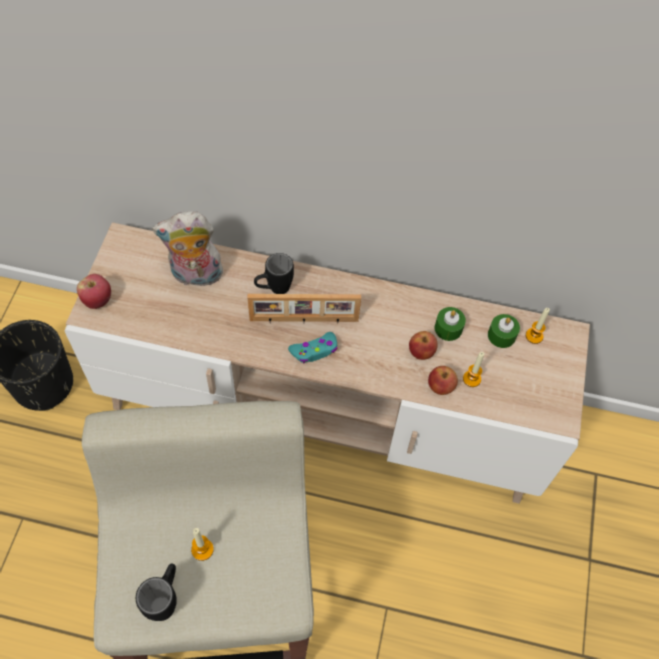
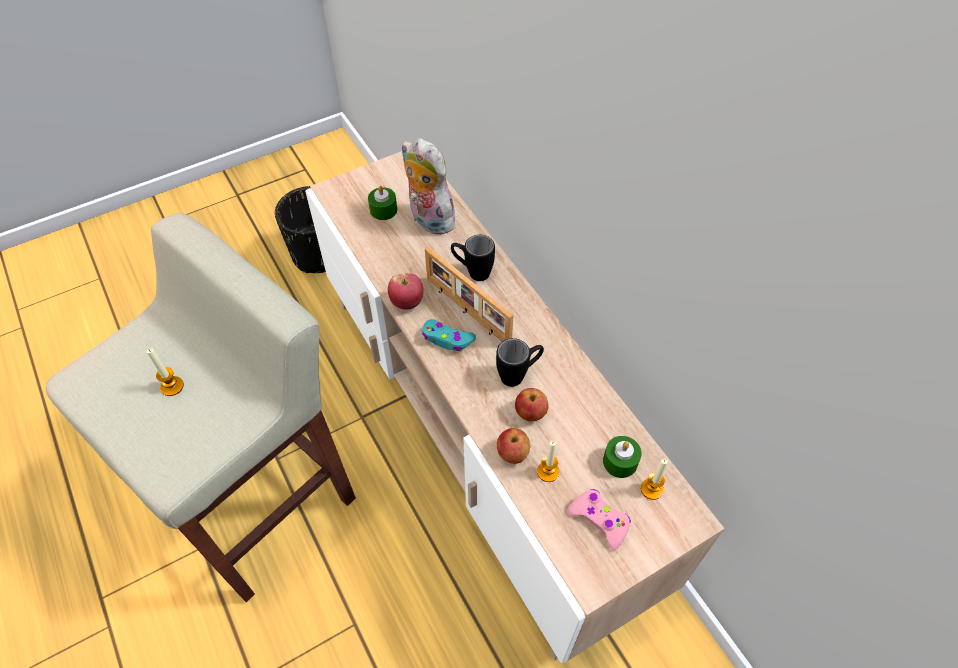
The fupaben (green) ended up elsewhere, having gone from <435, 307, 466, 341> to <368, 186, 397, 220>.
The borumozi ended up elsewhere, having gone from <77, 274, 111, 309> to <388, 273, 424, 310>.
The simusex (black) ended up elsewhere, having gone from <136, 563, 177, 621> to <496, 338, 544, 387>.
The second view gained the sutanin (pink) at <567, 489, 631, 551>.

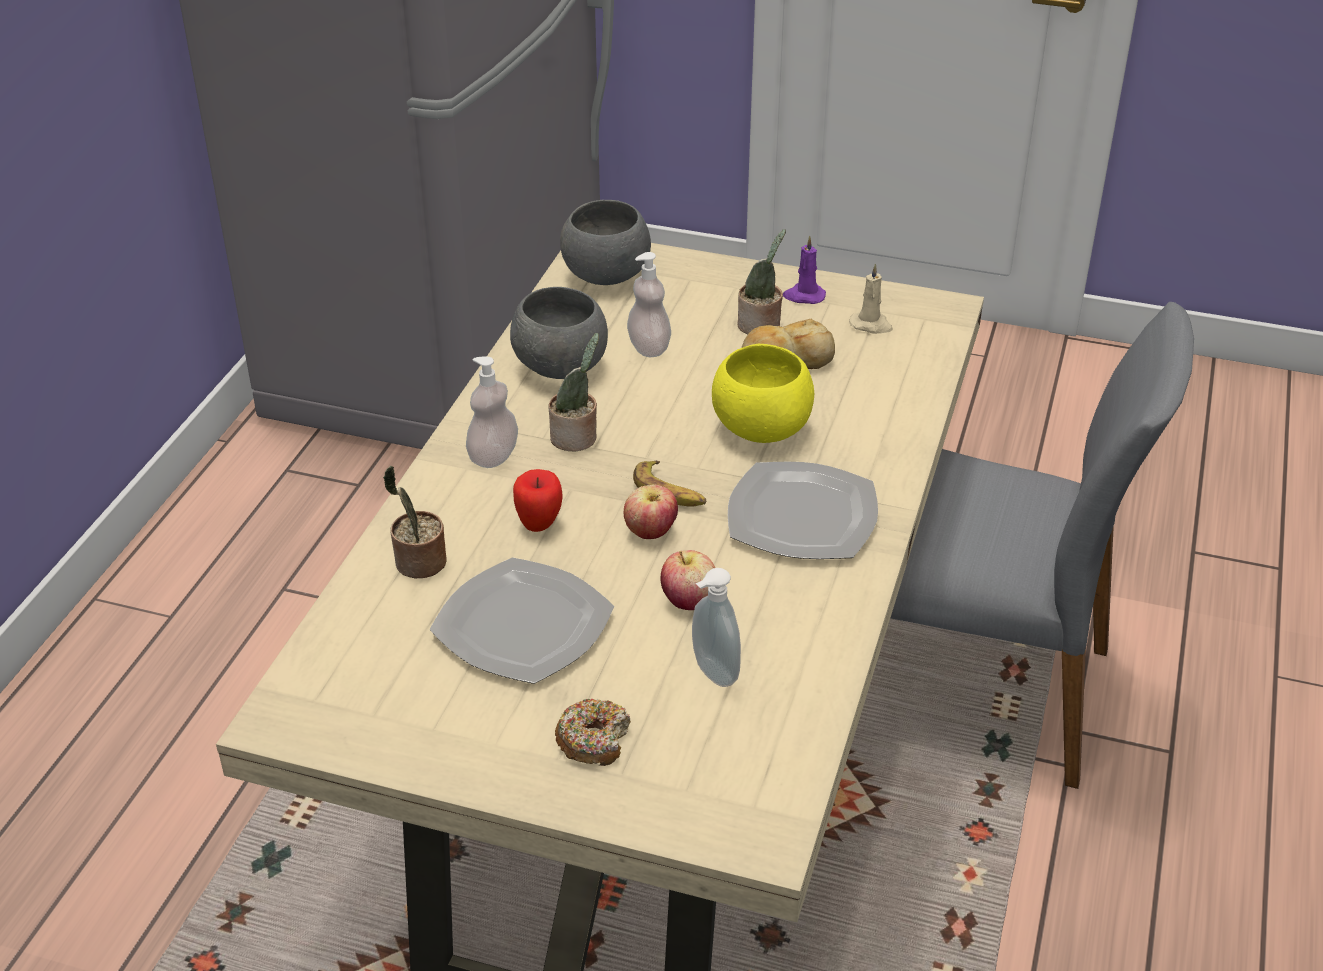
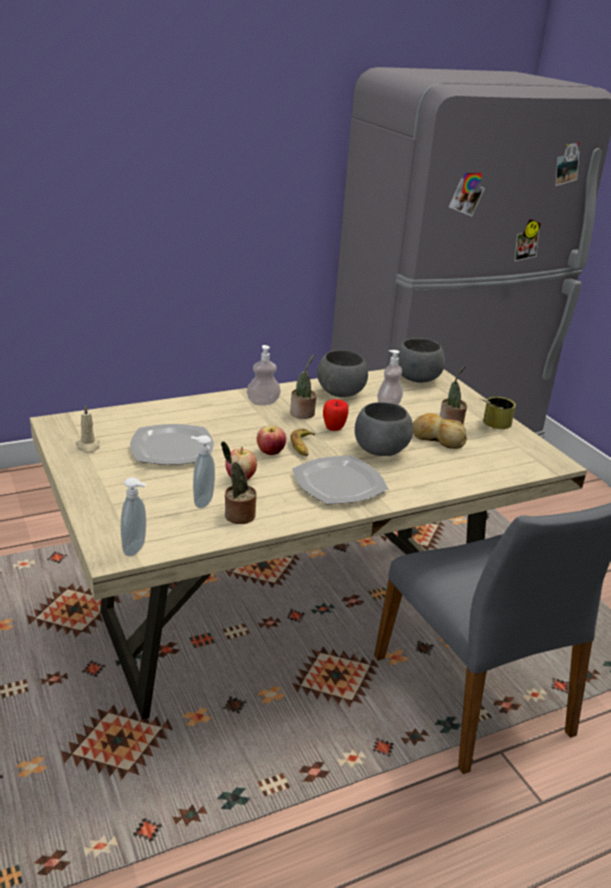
The fupaben (beige) ended up elsewhere, having gone from <849, 263, 893, 334> to <76, 405, 100, 454>.
The second view gained the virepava at <121, 477, 146, 556>.
The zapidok ended up elsewhere, having gone from <383, 466, 447, 578> to <221, 441, 257, 524>.
The borumozi ended up elsewhere, having gone from <513, 469, 563, 532> to <323, 399, 349, 431>.
What was the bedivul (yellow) at <712, 344, 814, 443> turned into the bedivul (grey) at <355, 402, 413, 456>.
Where the fupaben (purple) stood at <783, 236, 826, 304>, the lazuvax came to stand at <480, 397, 516, 429>.
The second view lost the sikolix at <555, 699, 631, 766>.

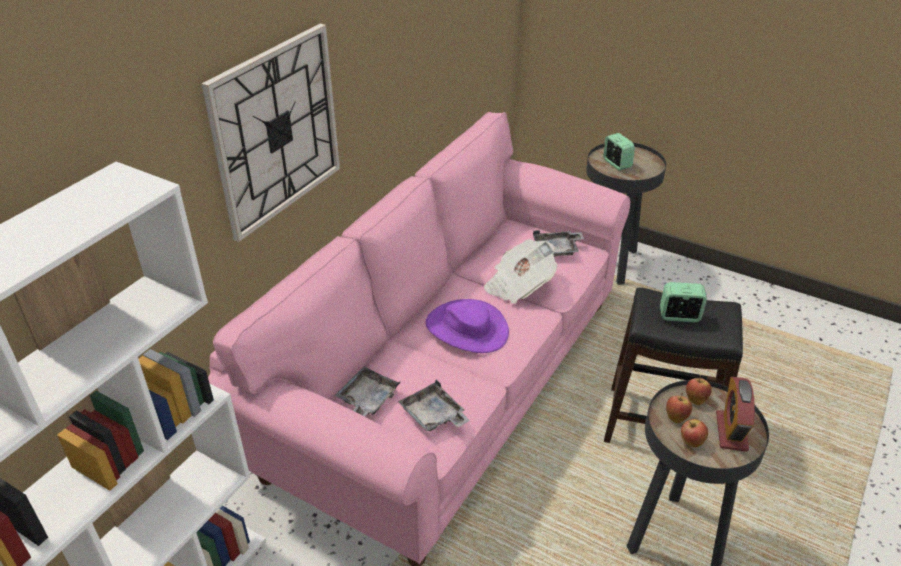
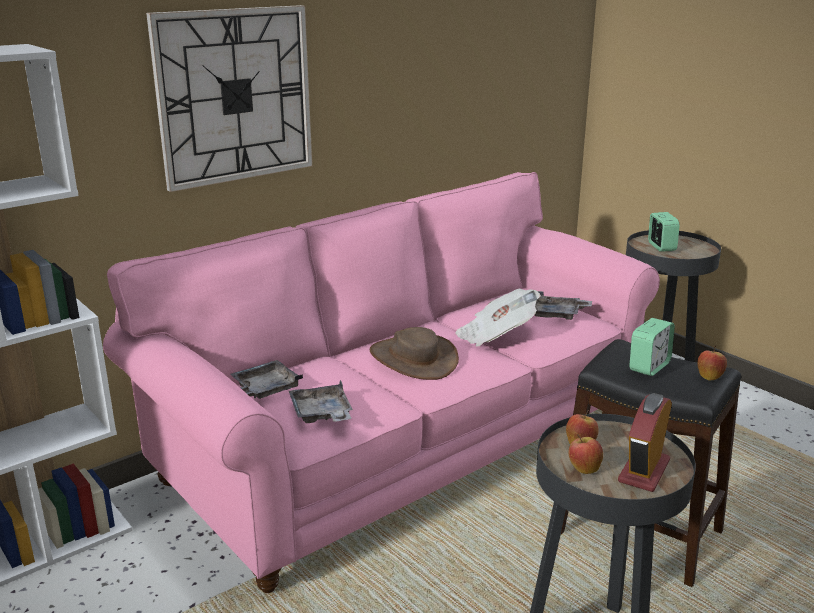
What was the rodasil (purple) at <426, 299, 509, 353> turned into the rodasil (brown) at <370, 327, 459, 380>.
The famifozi at <660, 282, 707, 322> ended up facing another way, 105 degrees clockwise from before.
The borumozi ended up elsewhere, having gone from <686, 375, 712, 405> to <698, 346, 727, 380>.

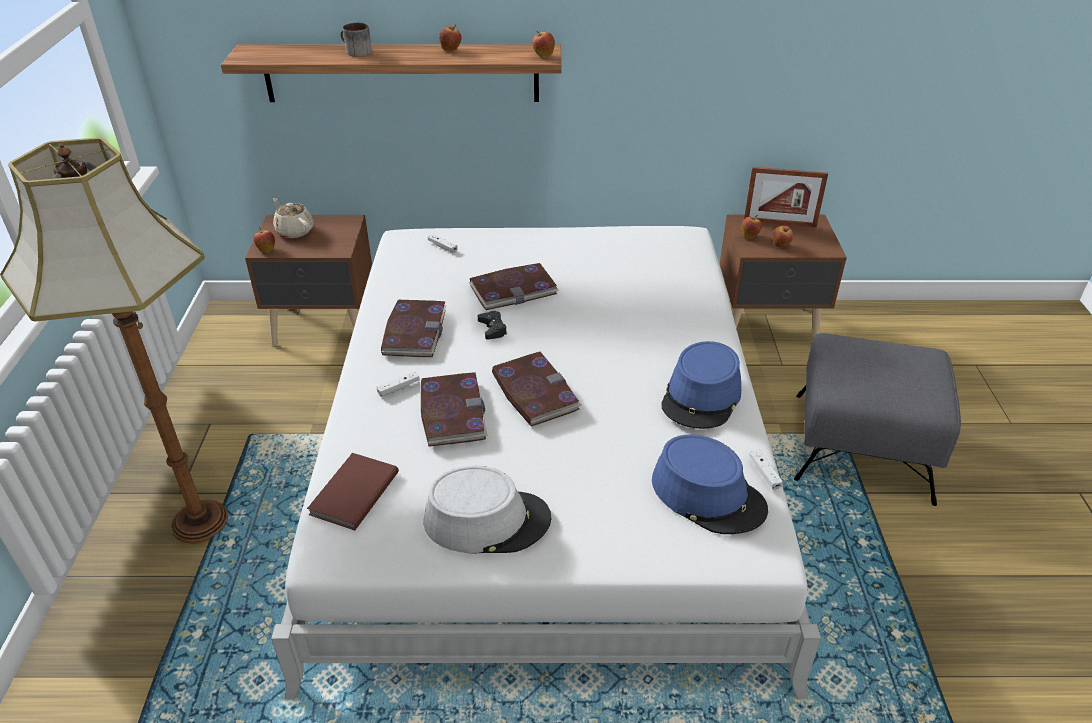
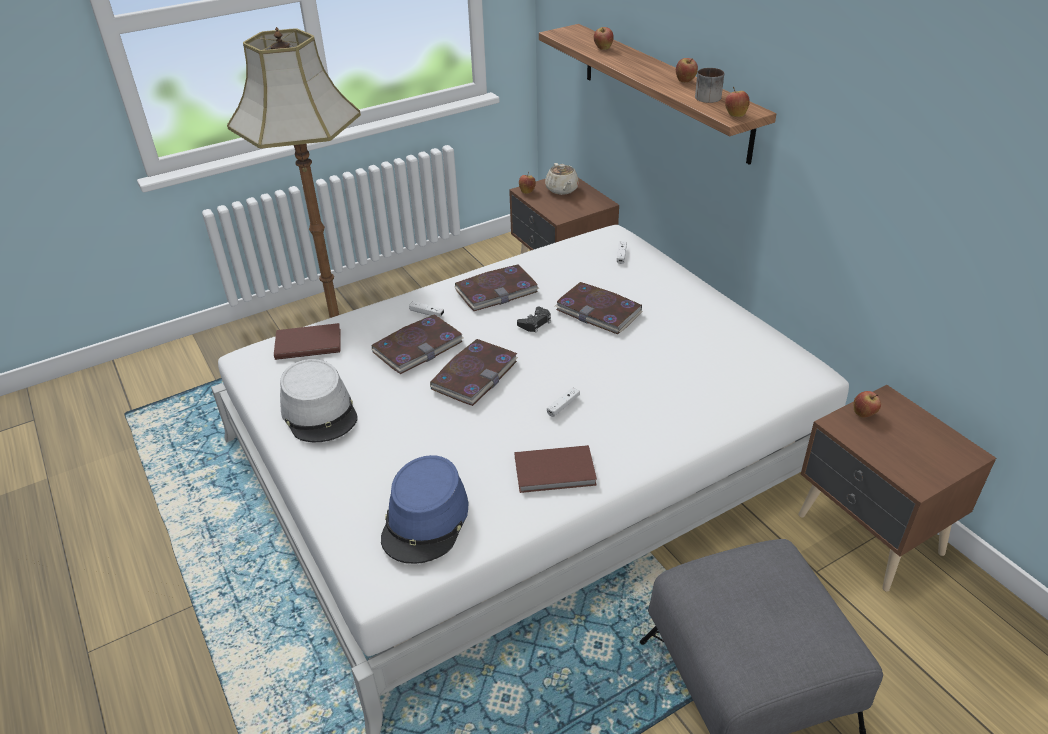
Where the rodasil (blue) stood at <661, 341, 741, 429>, the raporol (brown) came to stand at <515, 445, 597, 493>.
The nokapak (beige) at <273, 198, 314, 238> ended up facing another way, 150 degrees clockwise from before.
The sutanin (white) ended up elsewhere, having gone from <749, 450, 783, 490> to <547, 387, 580, 417>.
The borumozi ended up elsewhere, having gone from <772, 226, 794, 247> to <594, 27, 614, 50>.
The simusex ended up elsewhere, having gone from <340, 23, 372, 57> to <695, 68, 724, 103>.
The second view lost the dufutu at <744, 167, 828, 227>.

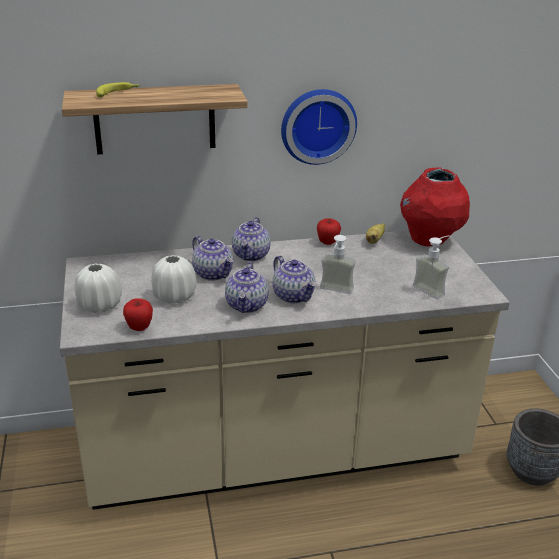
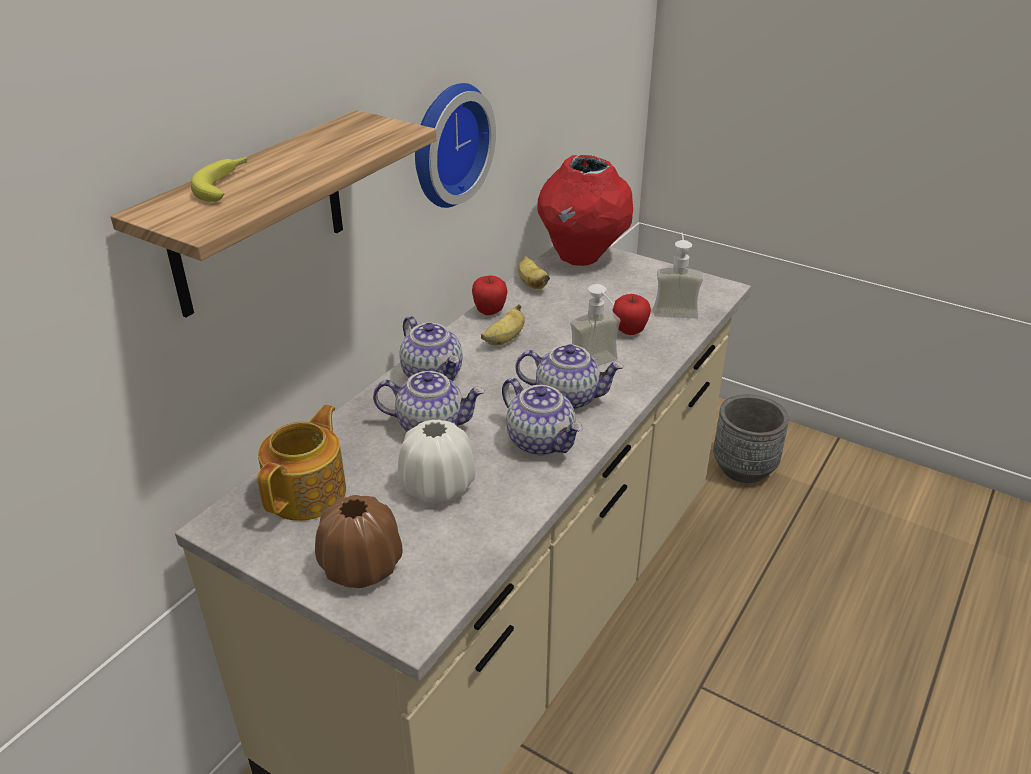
The second view gained the nokapak at <257, 405, 346, 521>.
What was the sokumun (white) at <75, 263, 122, 313> turned into the sokumun (brown) at <315, 495, 403, 588>.
The second view gained the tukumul at <481, 304, 525, 345>.
The borumozi ended up elsewhere, having gone from <123, 298, 153, 331> to <613, 294, 651, 335>.

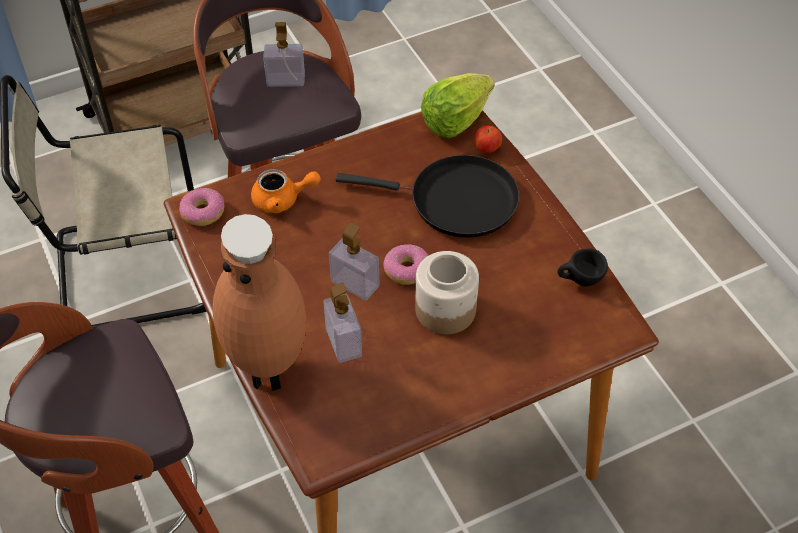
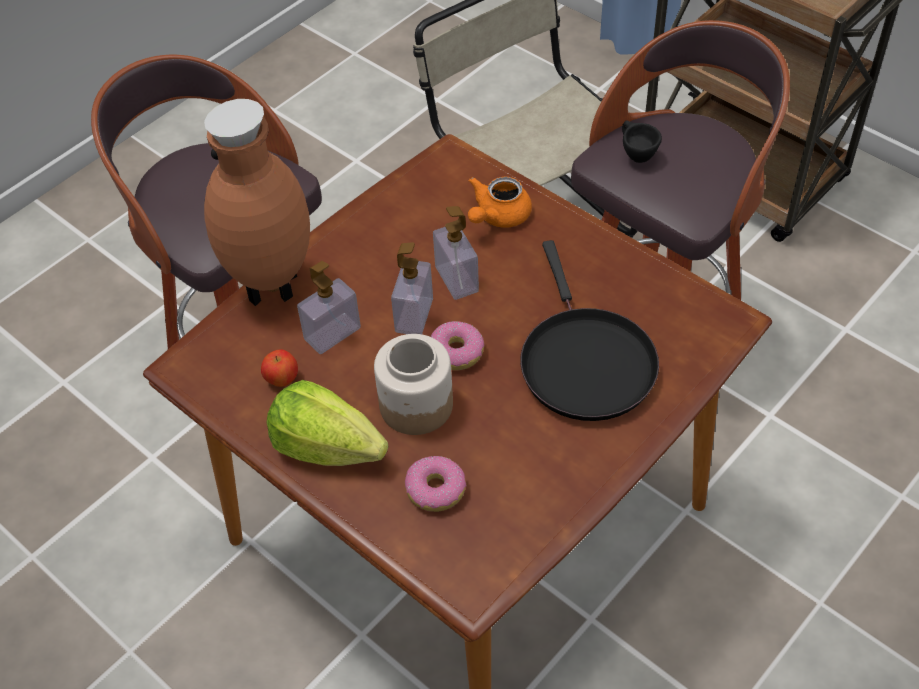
The borumozi ended up elsewhere, having gone from <474, 126, 502, 153> to <261, 349, 298, 387>.
The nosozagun ended up elsewhere, having gone from <421, 73, 495, 138> to <266, 380, 388, 466>.
The sikolix ended up elsewhere, having gone from <179, 188, 224, 226> to <405, 456, 466, 512>.
The virepava ended up elsewhere, having gone from <263, 22, 305, 87> to <433, 206, 479, 300>.
The nokapak (orange) at <251, 169, 321, 213> ended up facing another way, 60 degrees clockwise from before.
The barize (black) ended up elsewhere, having gone from <557, 248, 608, 287> to <622, 120, 662, 163>.

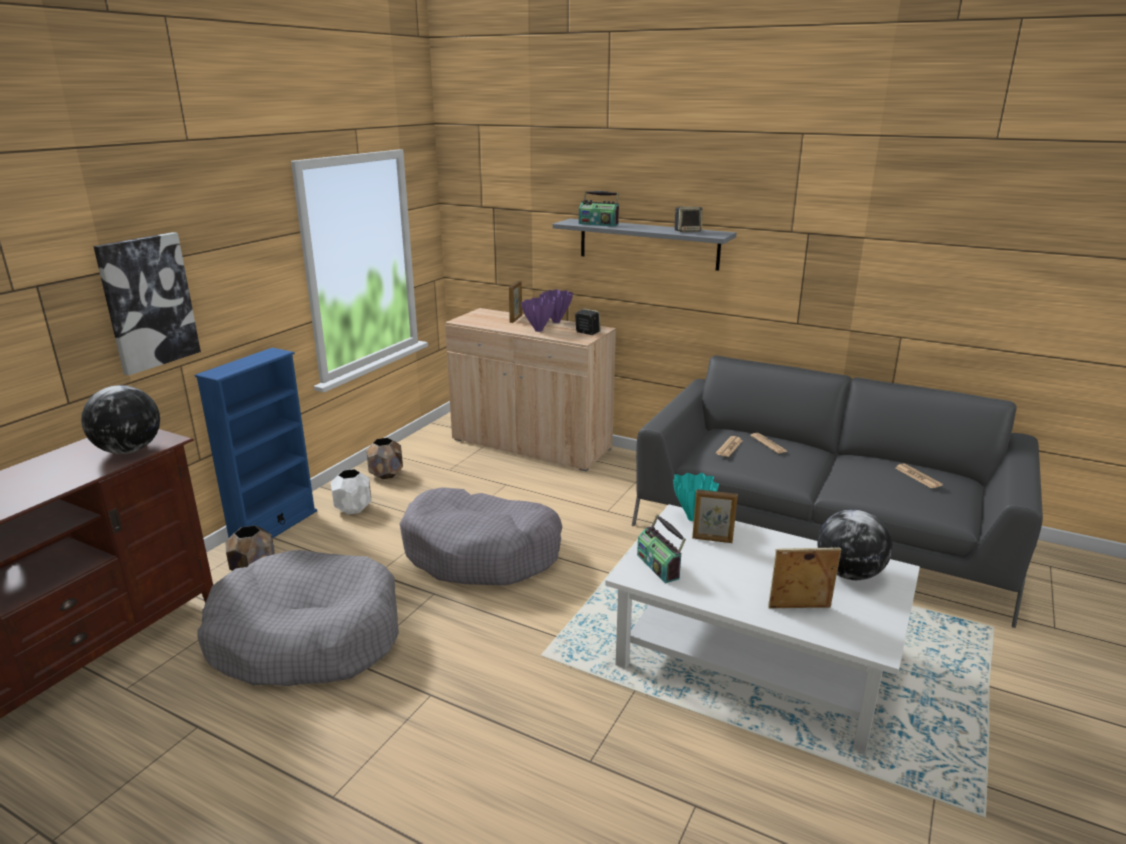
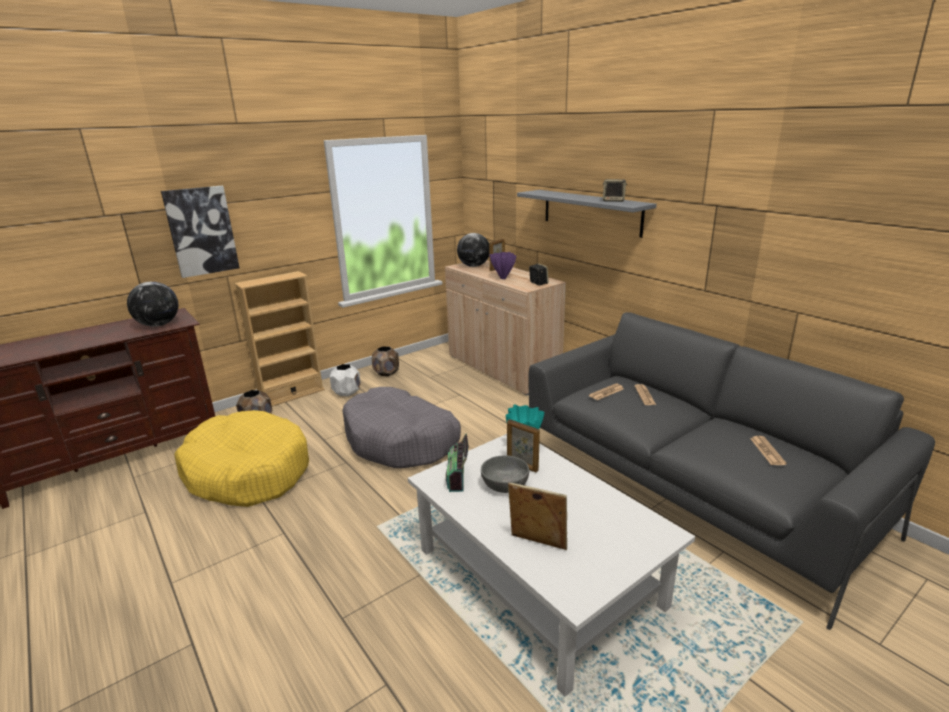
What was the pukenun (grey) at <197, 550, 399, 686> turned into the pukenun (yellow) at <174, 410, 309, 507>.
What was the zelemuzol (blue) at <195, 348, 317, 538> turned into the zelemuzol (beige) at <234, 271, 325, 407>.
The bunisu ended up elsewhere, having gone from <817, 509, 893, 580> to <457, 233, 489, 267>.
The second view gained the bedivul (grey) at <481, 455, 529, 493>.
The second view lost the sokumun (purple) at <539, 289, 573, 323>.
The second view lost the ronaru at <579, 191, 619, 227>.

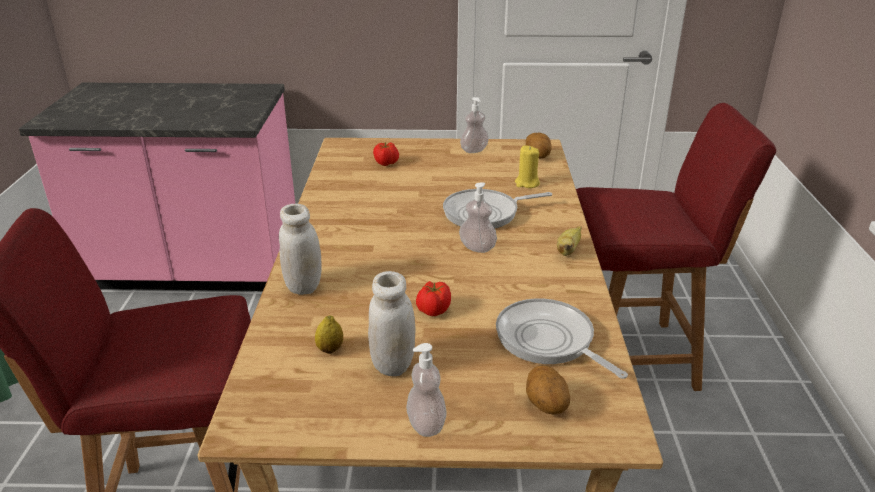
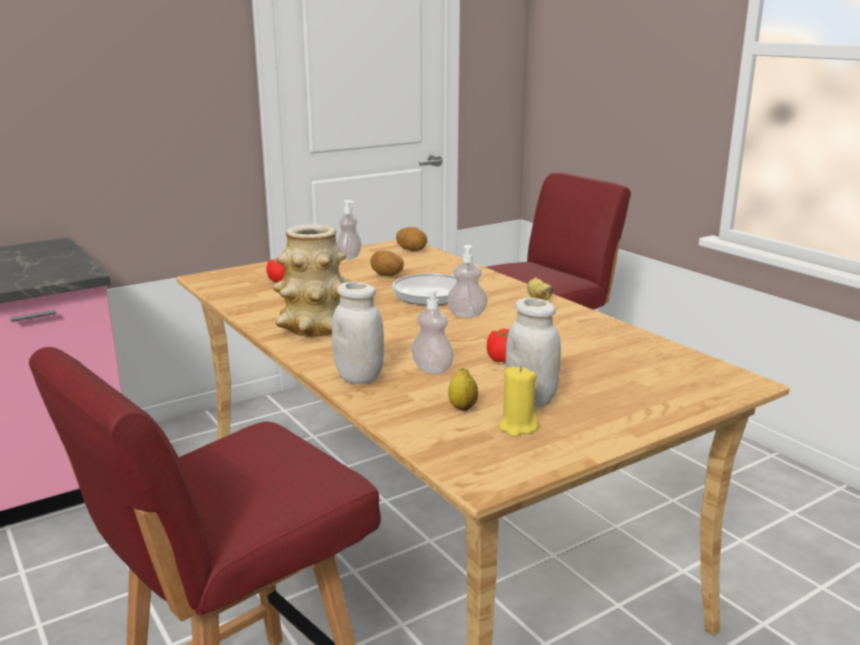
The second view gained the sokumun at <273, 224, 351, 337>.
The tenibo ended up elsewhere, having gone from <526, 366, 570, 414> to <370, 250, 404, 276>.
The virepava ended up elsewhere, having gone from <406, 343, 447, 437> to <411, 288, 454, 374>.
The fupaben (yellow) ended up elsewhere, having gone from <515, 145, 540, 188> to <499, 366, 539, 437>.
The second view lost the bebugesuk at <496, 298, 628, 379>.

